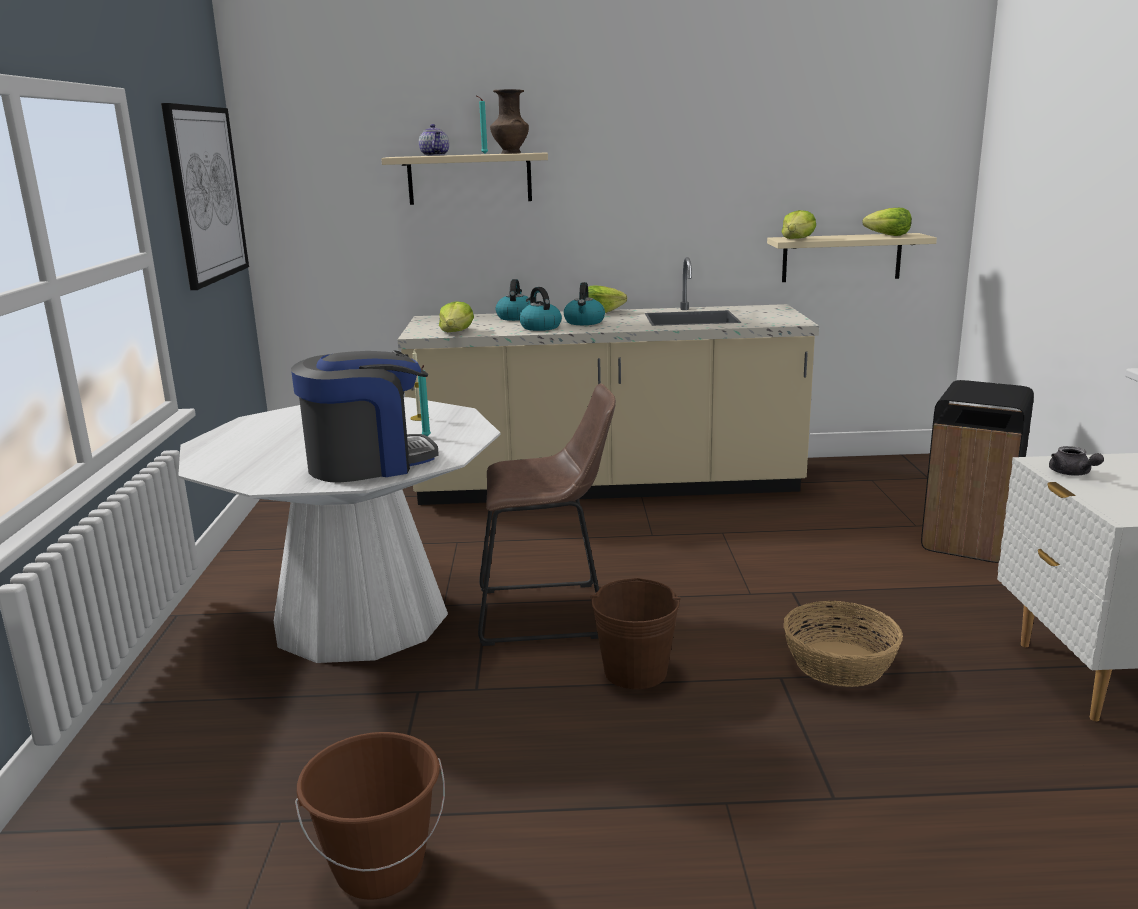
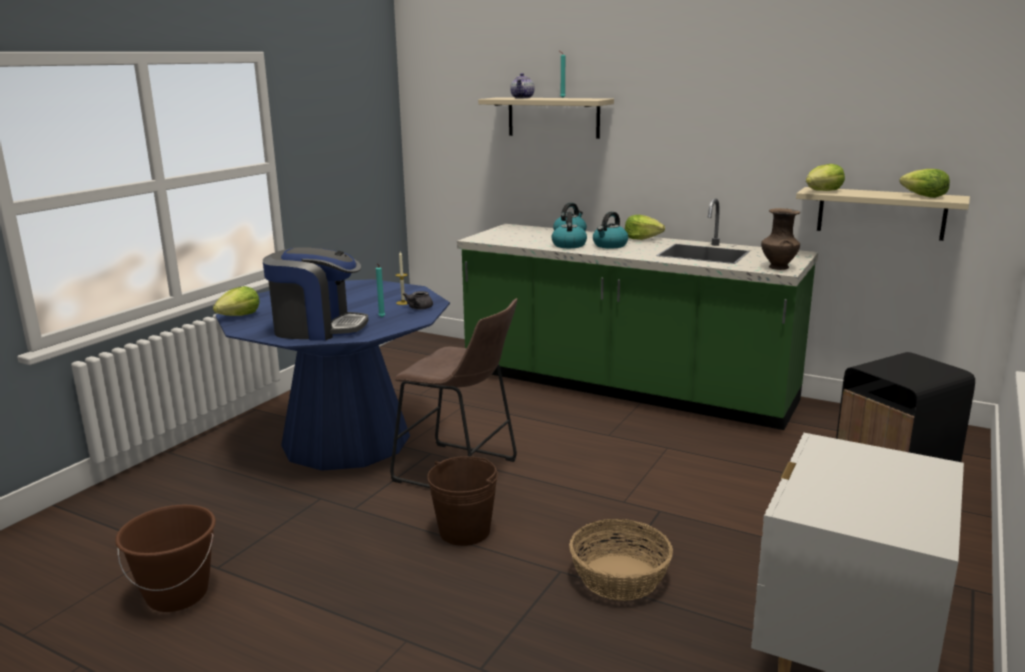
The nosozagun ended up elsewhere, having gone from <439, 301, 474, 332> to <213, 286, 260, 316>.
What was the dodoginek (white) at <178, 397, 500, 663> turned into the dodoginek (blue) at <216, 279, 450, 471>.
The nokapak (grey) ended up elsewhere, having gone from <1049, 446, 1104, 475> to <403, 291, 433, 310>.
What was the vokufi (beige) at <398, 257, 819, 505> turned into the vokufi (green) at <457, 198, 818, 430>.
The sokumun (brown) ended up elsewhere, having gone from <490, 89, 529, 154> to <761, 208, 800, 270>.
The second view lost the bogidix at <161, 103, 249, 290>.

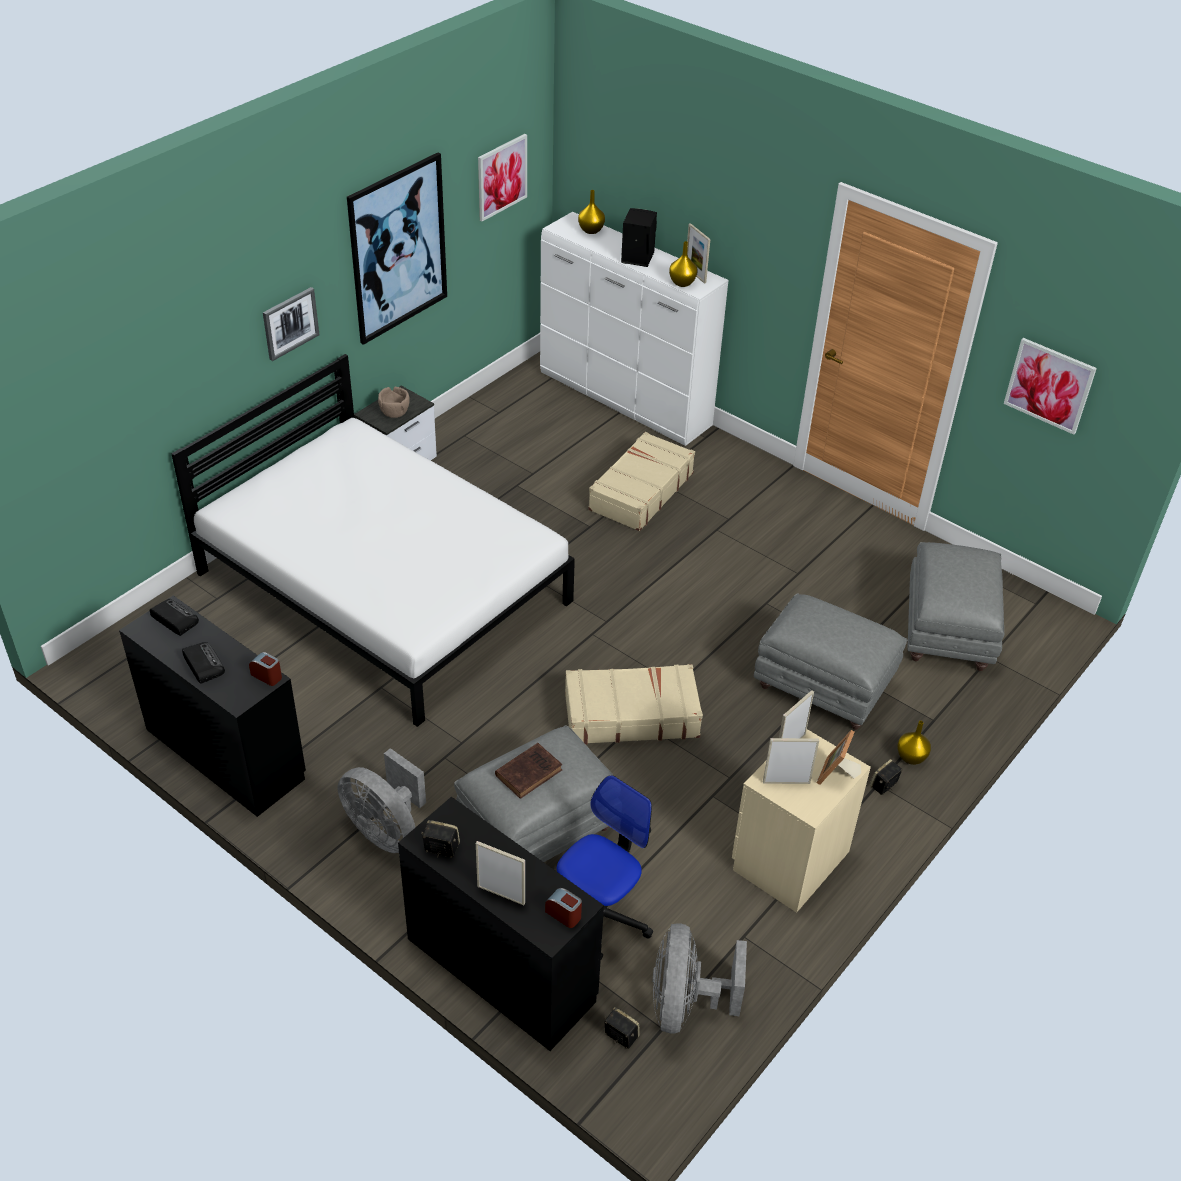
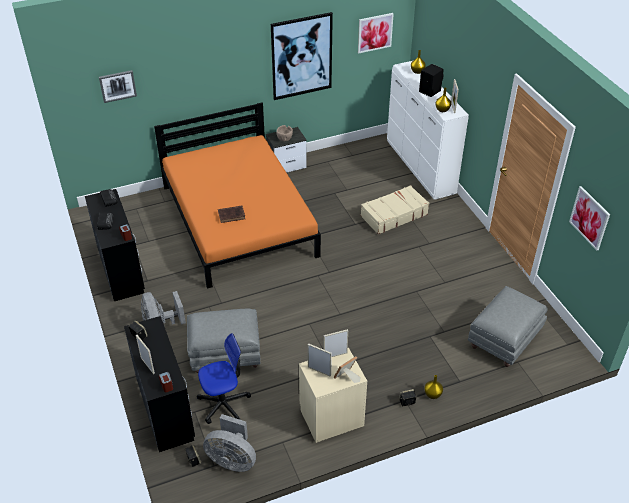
The bogidix ended up elsewhere, having gone from <263, 287, 319, 361> to <99, 70, 137, 103>.
What was the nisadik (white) at <171, 354, 575, 727> turned into the nisadik (orange) at <154, 102, 321, 289>.
The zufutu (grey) at <652, 924, 747, 1033> ended up facing another way, 105 degrees counterclockwise from before.
The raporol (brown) ended up elsewhere, having gone from <495, 743, 562, 799> to <218, 206, 245, 223>.
The second view lost the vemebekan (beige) at <565, 664, 703, 745>.
The second view lost the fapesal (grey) at <754, 594, 907, 730>.

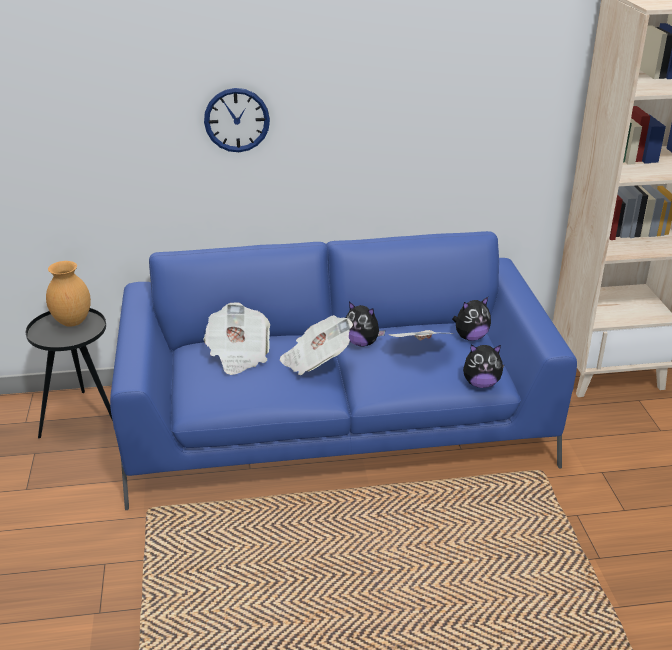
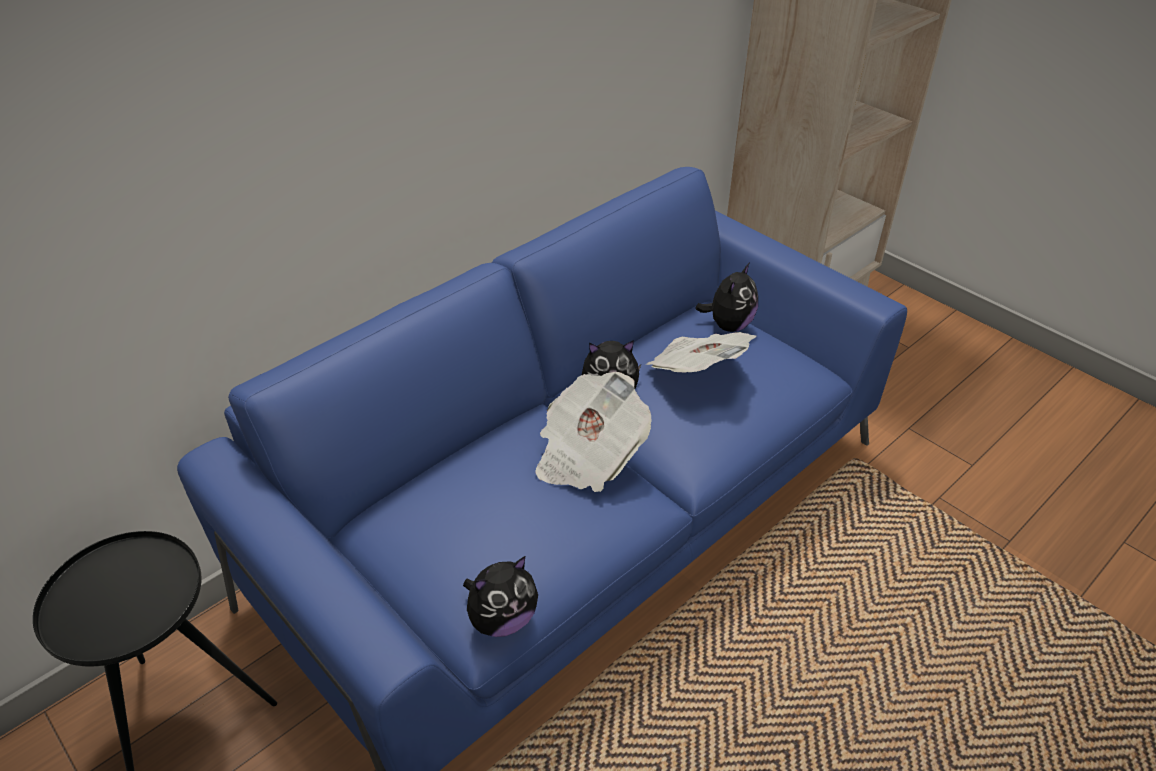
The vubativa ended up elsewhere, having gone from <463, 345, 505, 388> to <463, 556, 538, 637>.
The second view lost the sokumun (brown) at <46, 261, 91, 327>.
The second view lost the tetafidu at <203, 302, 270, 375>.
The second view lost the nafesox at <204, 88, 270, 152>.

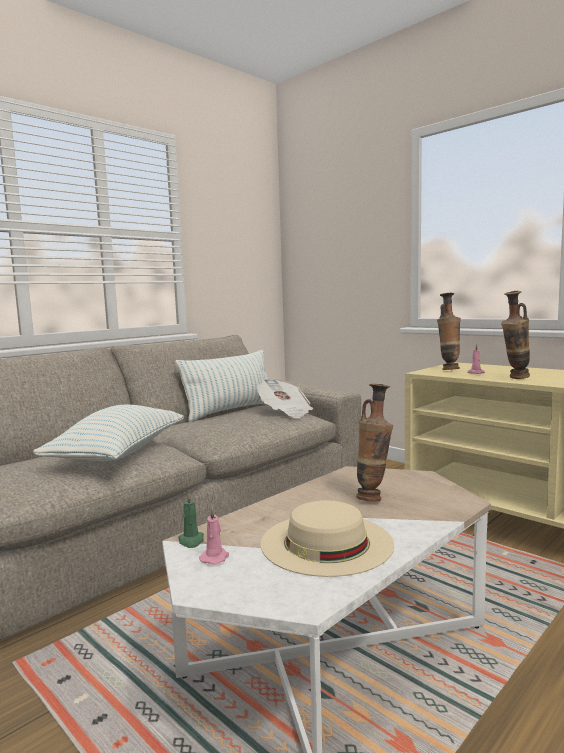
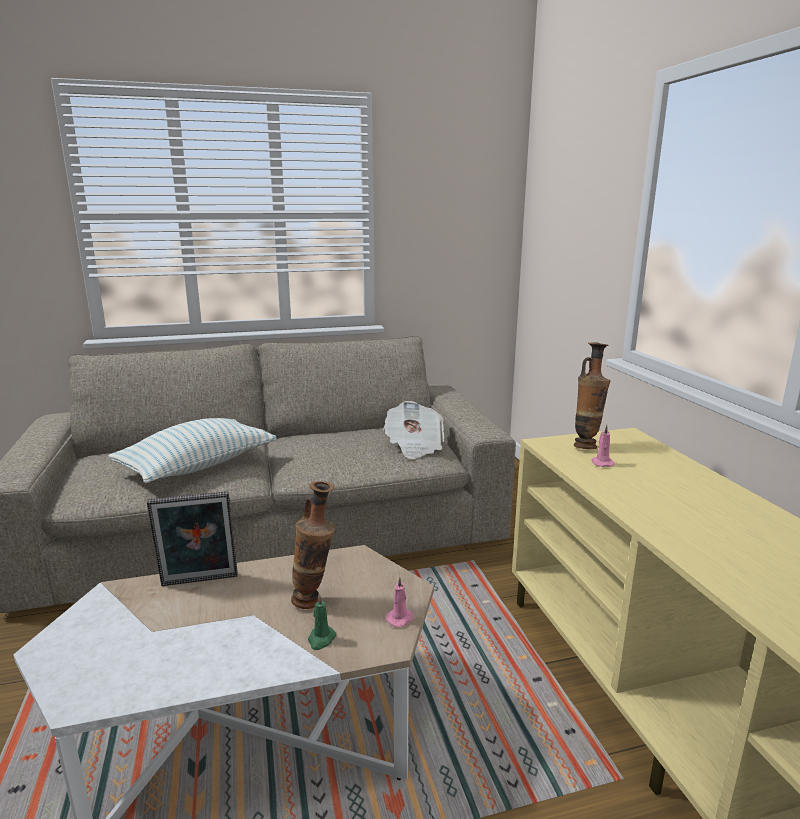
The second view gained the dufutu at <147, 491, 238, 586>.
The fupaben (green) ended up elsewhere, having gone from <178, 492, 204, 548> to <308, 595, 337, 650>.
The fupaben (pink) ended up elsewhere, having gone from <199, 507, 229, 565> to <386, 577, 414, 627>.
The second view lost the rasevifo at <175, 350, 268, 422>.
The second view lost the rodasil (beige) at <261, 500, 394, 577>.
The second view lost the sokumun at <501, 291, 530, 379>.

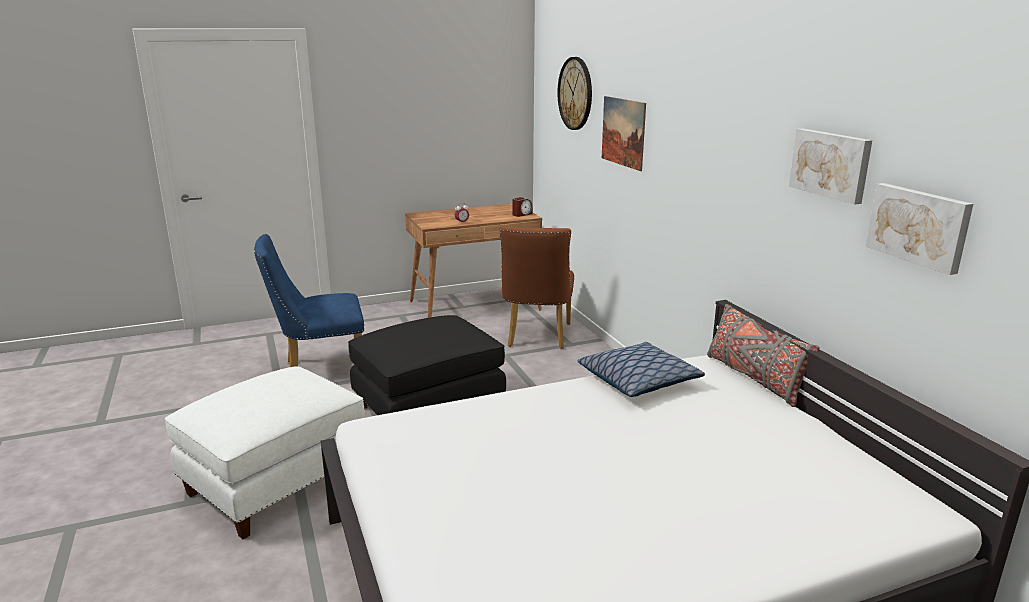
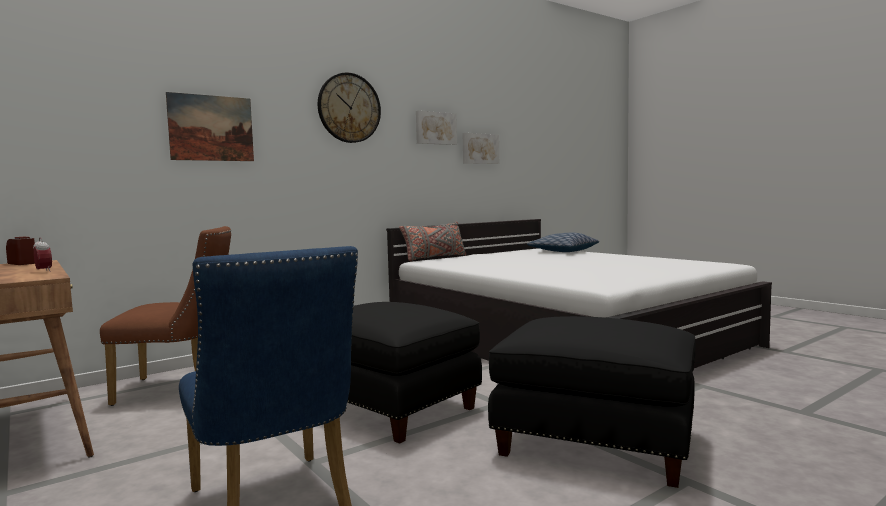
The nafesox ended up elsewhere, having gone from <558, 57, 592, 130> to <318, 73, 381, 143>.
What was the fapesal (white) at <165, 366, 365, 539> turned into the fapesal (black) at <488, 316, 696, 488>.
The rasevifo ended up elsewhere, having gone from <578, 342, 705, 397> to <527, 233, 599, 252>.

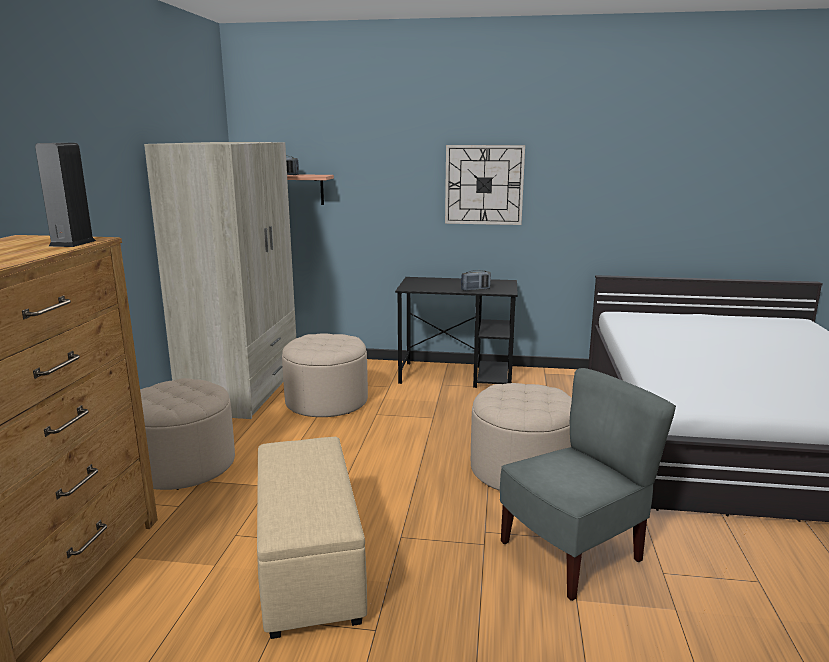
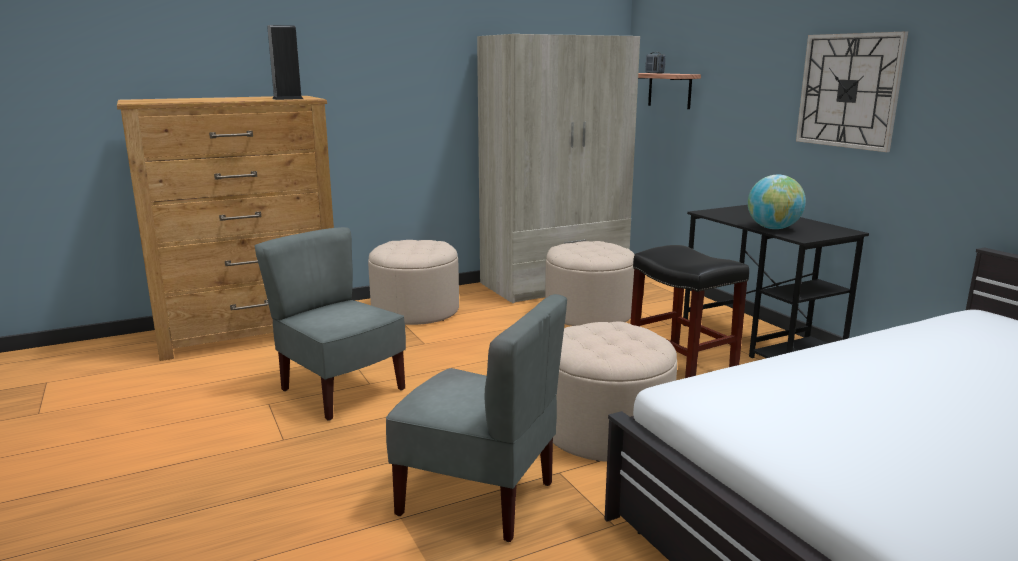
Where the fapesal (beige) stood at <257, 437, 367, 639>, the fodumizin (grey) came to stand at <254, 227, 406, 421>.
The second view gained the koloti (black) at <630, 245, 749, 378>.
Where the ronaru stood at <461, 270, 491, 291>, the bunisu came to stand at <748, 175, 806, 229>.

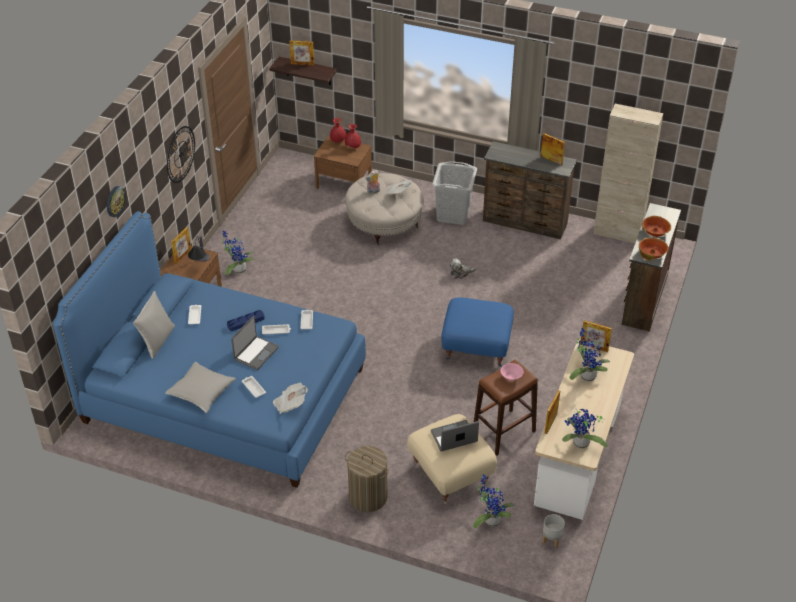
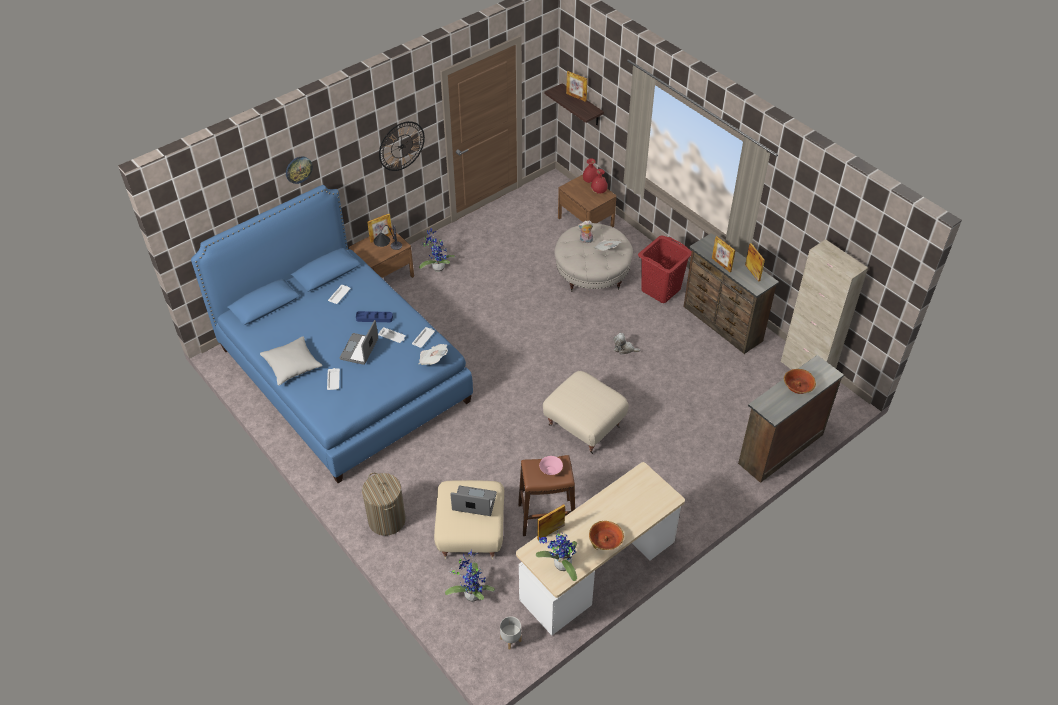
The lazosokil at <231, 316, 279, 370> ended up facing another way, 135 degrees clockwise from before.
The tetafidu ended up elsewhere, having gone from <273, 383, 308, 414> to <418, 344, 448, 365>.
What was the fapesal (blue) at <441, 297, 514, 367> turned into the fapesal (beige) at <543, 371, 629, 454>.
The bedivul ended up elsewhere, having gone from <639, 238, 669, 261> to <589, 521, 624, 550>.
What was the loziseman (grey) at <432, 161, 477, 225> turned into the loziseman (red) at <638, 236, 692, 303>.
The dufutu ended up elsewhere, having gone from <580, 320, 612, 352> to <712, 236, 736, 272>.
The second view lost the rasevifo (grey) at <133, 291, 175, 359>.
The second view lost the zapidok at <569, 328, 610, 381>.

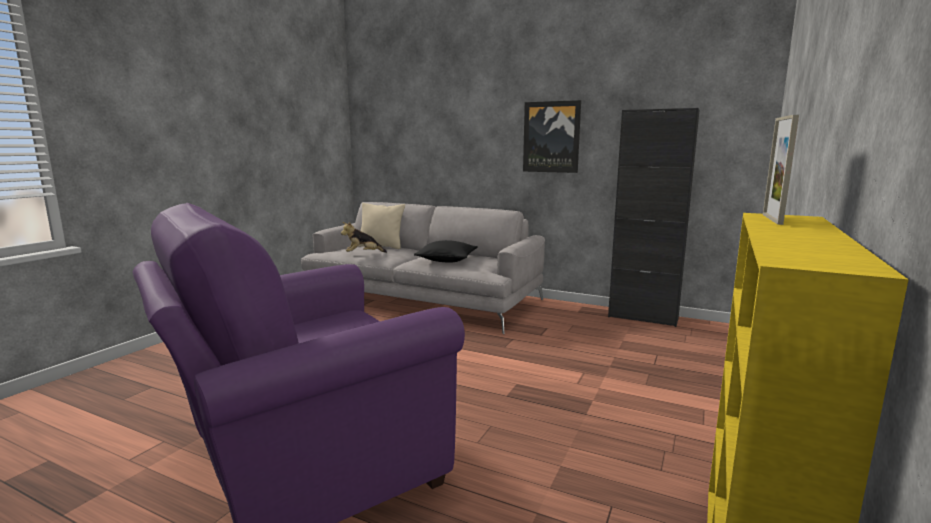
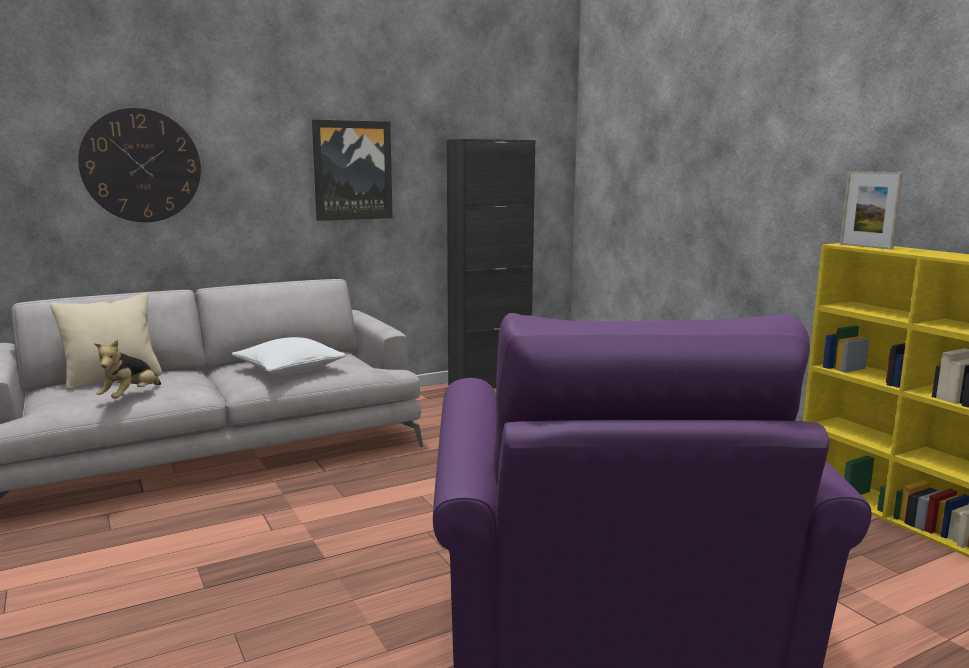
The second view gained the nafesox at <78, 108, 201, 222>.
What was the rasevifo (black) at <414, 240, 478, 262> turned into the rasevifo (white) at <232, 337, 346, 374>.

